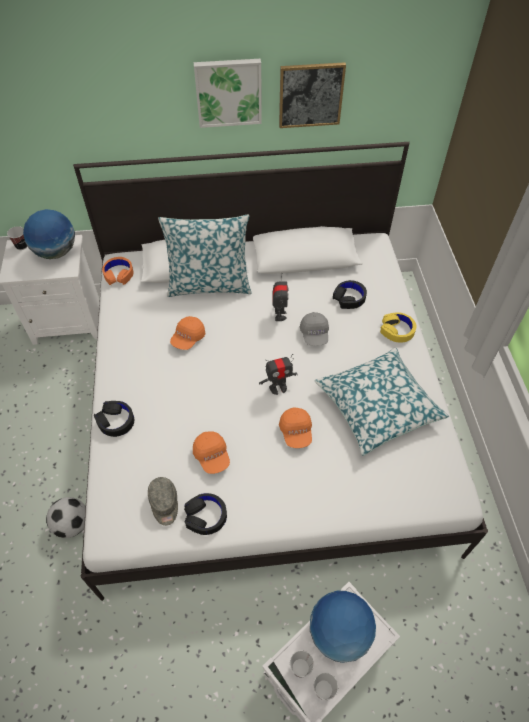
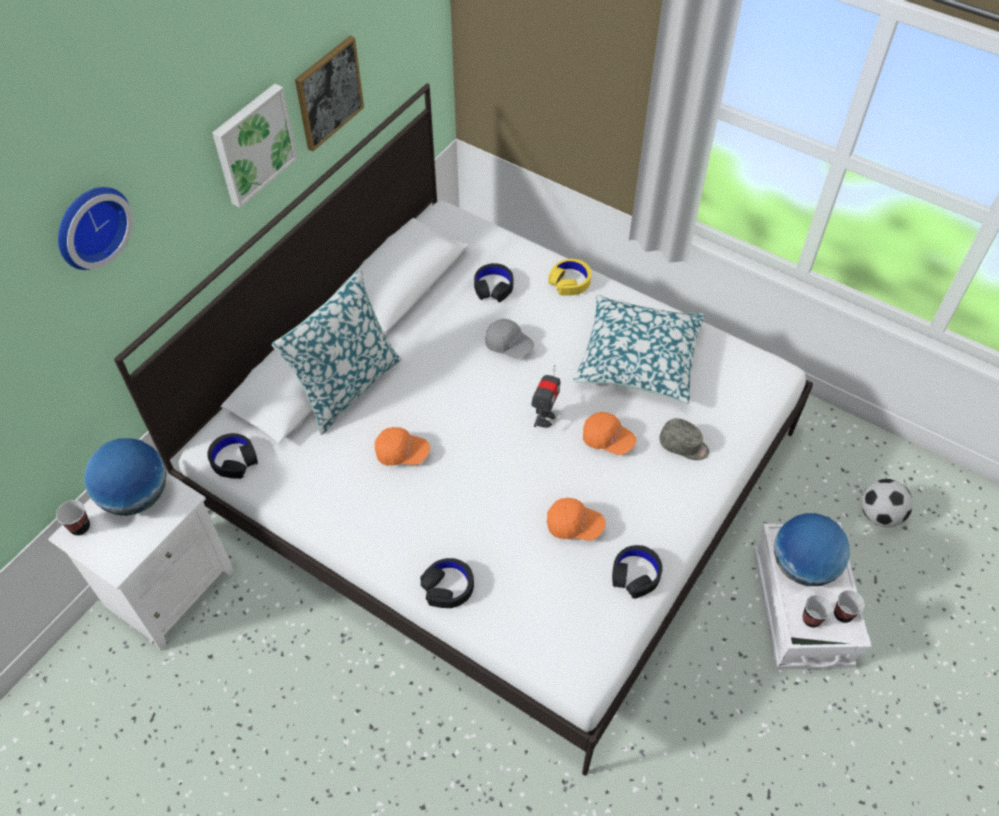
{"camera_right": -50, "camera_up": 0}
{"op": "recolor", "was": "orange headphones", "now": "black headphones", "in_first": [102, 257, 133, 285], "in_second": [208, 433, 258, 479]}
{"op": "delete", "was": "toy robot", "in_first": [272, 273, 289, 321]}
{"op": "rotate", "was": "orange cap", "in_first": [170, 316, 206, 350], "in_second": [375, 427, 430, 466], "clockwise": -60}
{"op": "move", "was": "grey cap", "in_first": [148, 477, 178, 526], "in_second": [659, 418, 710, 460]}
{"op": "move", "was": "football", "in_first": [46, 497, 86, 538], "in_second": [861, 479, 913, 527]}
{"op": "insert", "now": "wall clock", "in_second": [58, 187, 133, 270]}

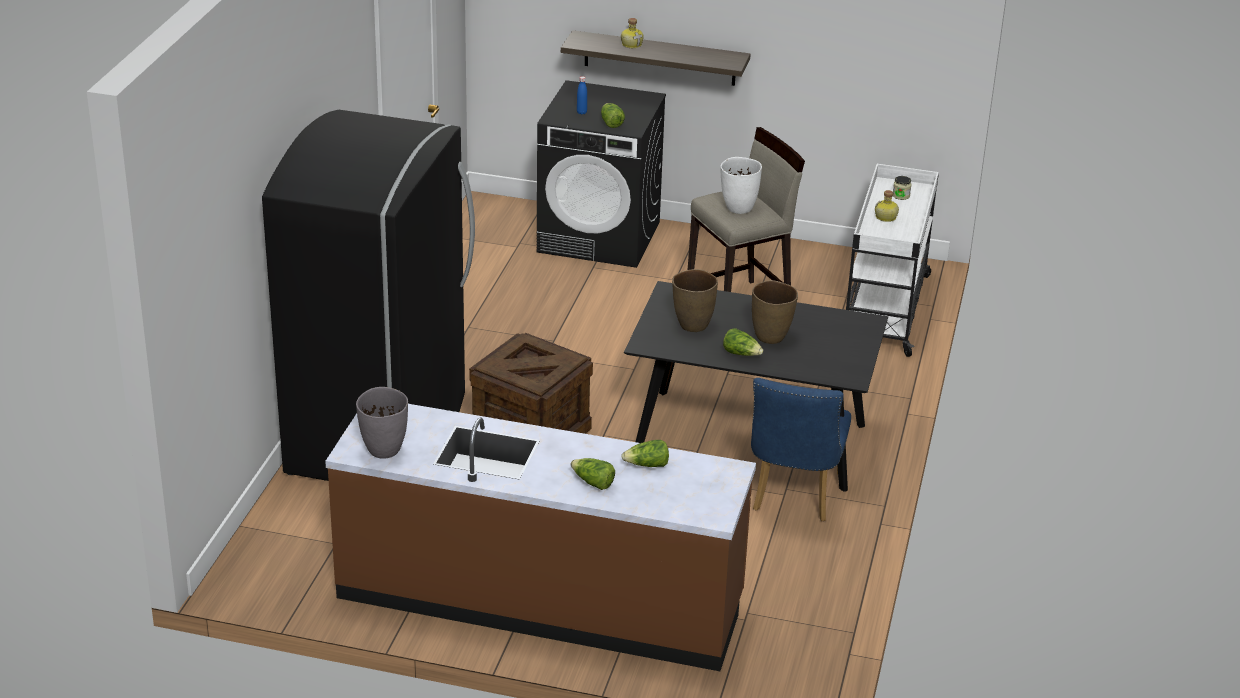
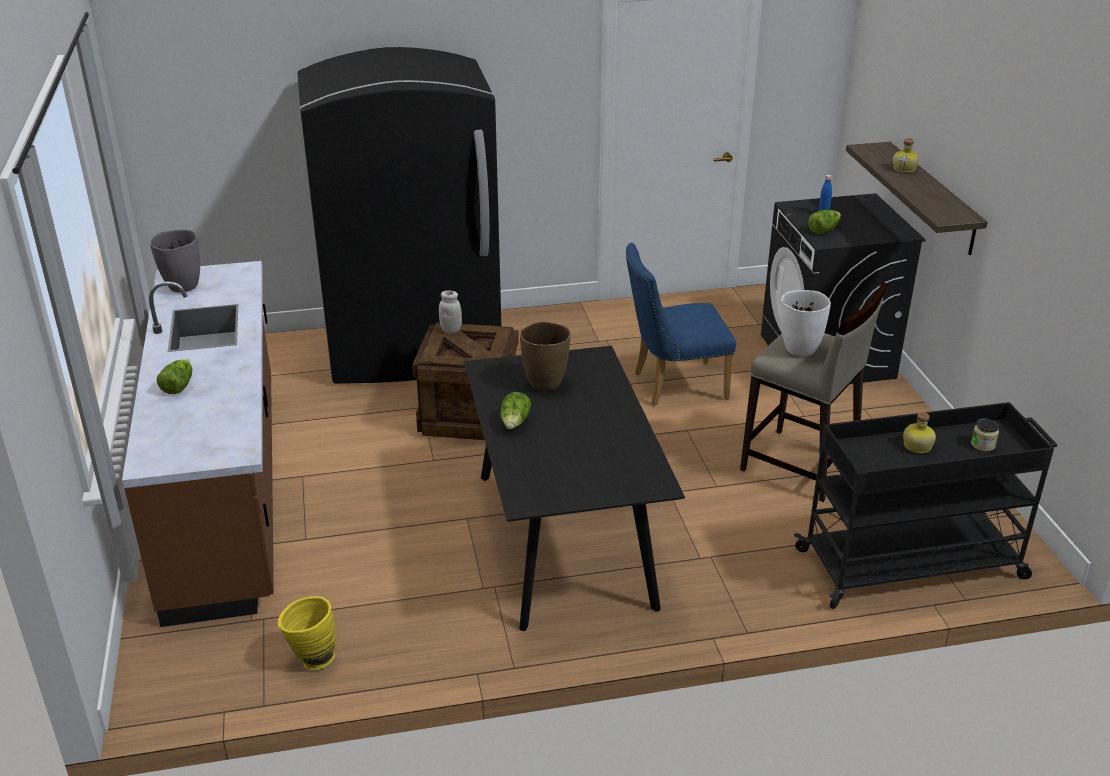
{"camera_right": 65, "camera_up": 0}
{"op": "recolor", "was": "white cart", "now": "black cart", "in_first": [846, 164, 939, 357], "in_second": [794, 402, 1058, 609]}
{"op": "delete", "was": "brown vase", "in_first": [752, 280, 798, 344]}
{"op": "move", "was": "blue chair", "in_first": [751, 378, 851, 521], "in_second": [626, 243, 736, 406]}
{"op": "delete", "was": "lettuce", "in_first": [621, 440, 669, 467]}
{"op": "insert", "now": "white jar", "in_second": [439, 290, 462, 333]}
{"op": "insert", "now": "yellow vase", "in_second": [277, 596, 336, 670]}

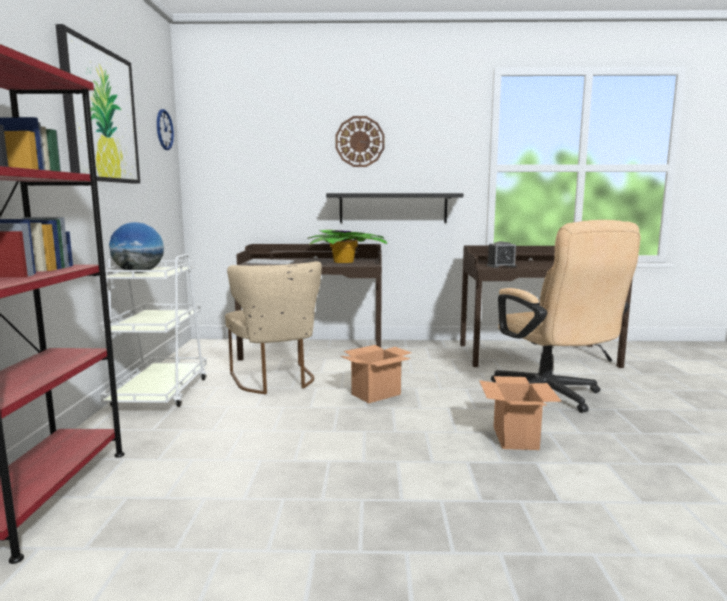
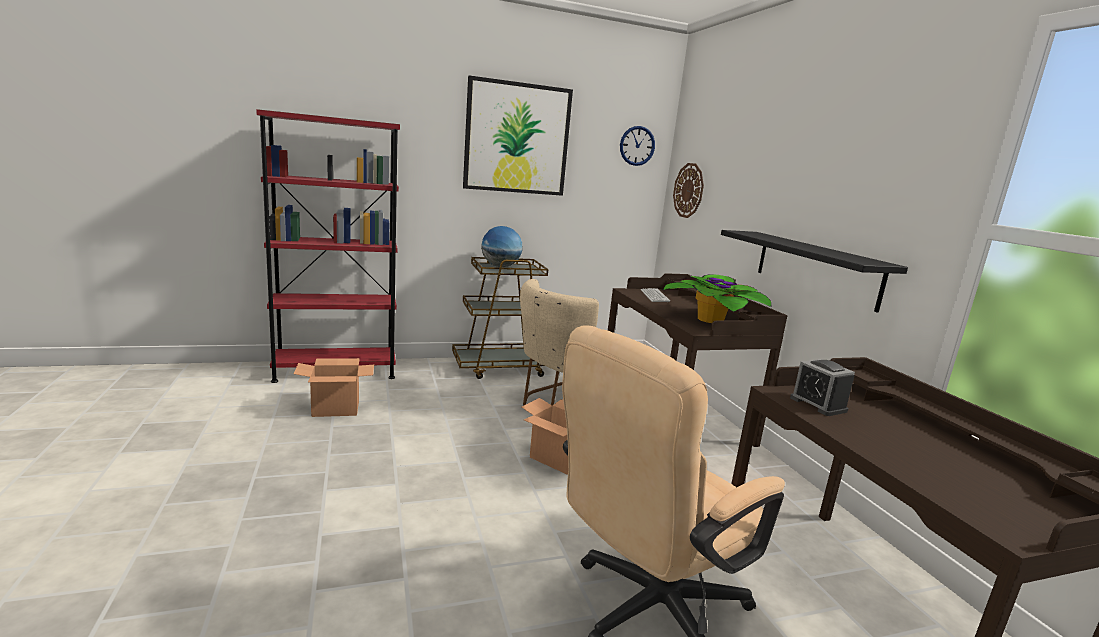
{"camera_right": 70, "camera_up": 5}
{"op": "move", "was": "wall clock", "in_first": [335, 116, 385, 167], "in_second": [673, 163, 704, 218]}
{"op": "recolor", "was": "white cart", "now": "brown cart", "in_first": [99, 254, 207, 407], "in_second": [452, 257, 548, 379]}
{"op": "move", "was": "cardboard box", "in_first": [479, 376, 562, 450], "in_second": [294, 358, 374, 417]}

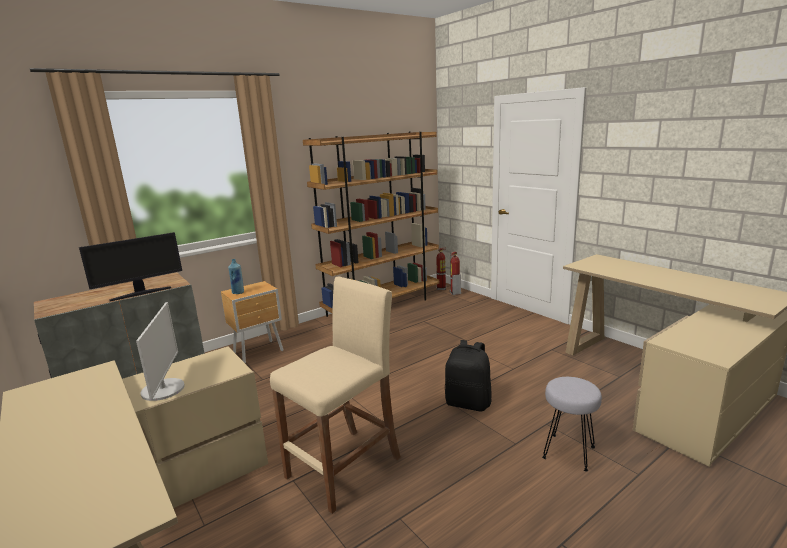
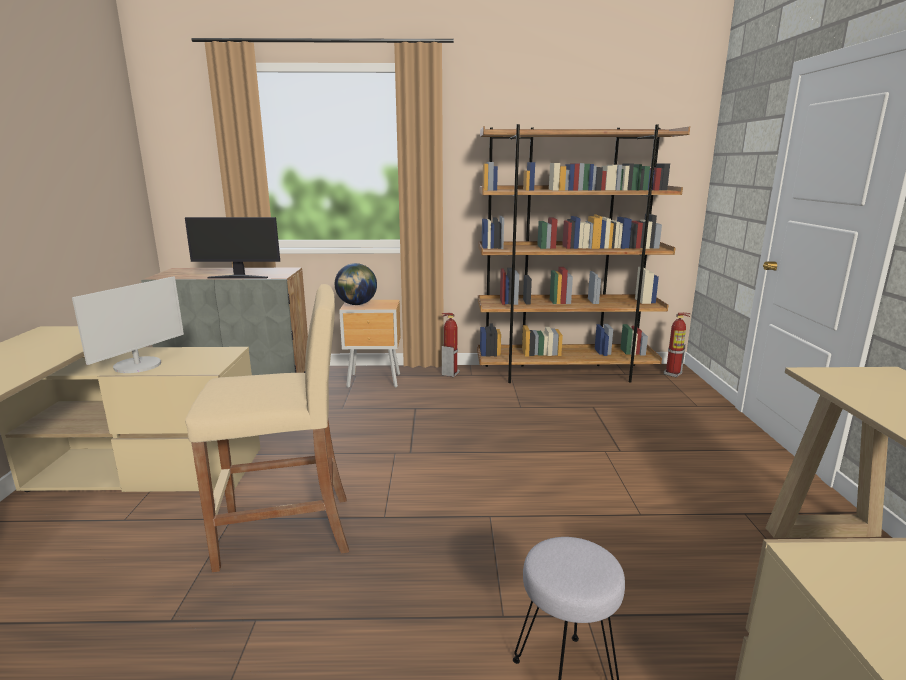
{"camera_right": 35, "camera_up": 0}
{"op": "move", "was": "fire extinguisher", "in_first": [449, 252, 461, 295], "in_second": [441, 313, 460, 377]}
{"op": "replace", "was": "blue bottle", "now": "globe", "in_first": [228, 259, 244, 294], "in_second": [335, 263, 377, 305]}
{"op": "delete", "was": "black backpack", "in_first": [445, 340, 491, 411]}

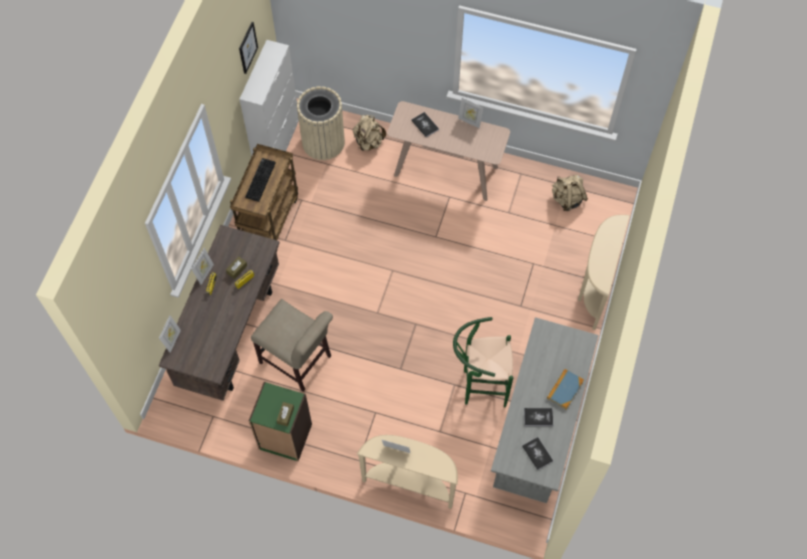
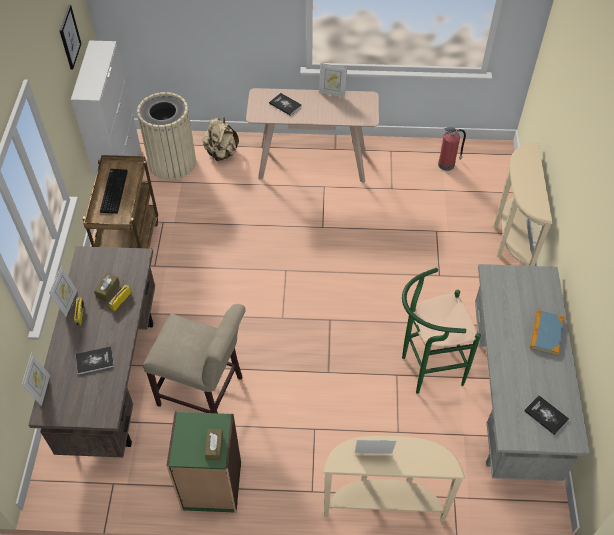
{"camera_right": -15, "camera_up": -10}
{"op": "replace", "was": "beige backpack", "now": "fire extinguisher", "in_first": [552, 175, 588, 211], "in_second": [438, 127, 466, 171]}
{"op": "move", "was": "book", "in_first": [524, 408, 553, 426], "in_second": [76, 347, 114, 375]}

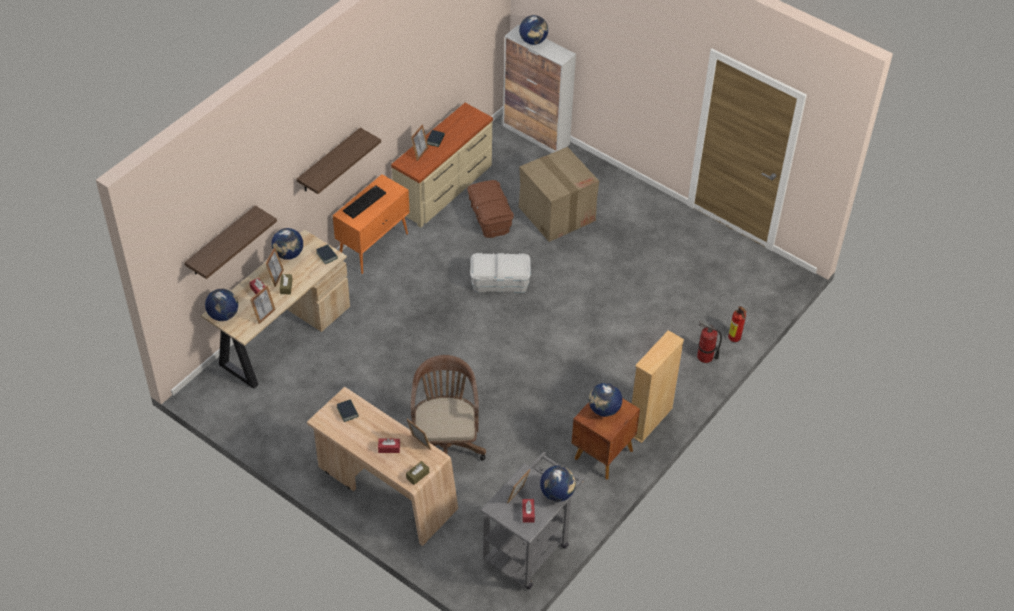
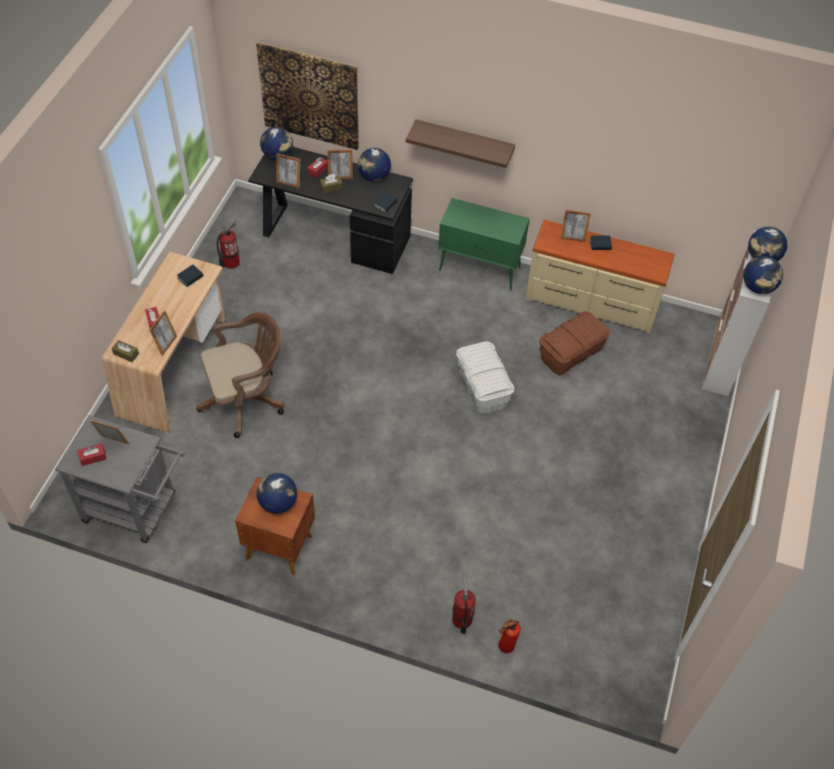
{"camera_right": 70, "camera_up": 5}
{"op": "delete", "was": "cardboard box", "in_first": [519, 147, 599, 242]}
{"op": "recolor", "was": "orange cabinet", "now": "green cabinet", "in_first": [333, 174, 409, 274], "in_second": [438, 198, 530, 291]}
{"op": "delete", "was": "keyboard", "in_first": [343, 185, 386, 219]}
{"op": "replace", "was": "shelf", "now": "picture", "in_first": [184, 205, 277, 279], "in_second": [256, 42, 359, 150]}
{"op": "recolor", "was": "beige desk", "now": "black desk", "in_first": [201, 230, 350, 389], "in_second": [248, 147, 413, 274]}
{"op": "delete", "was": "beige bookcase", "in_first": [632, 330, 684, 443]}
{"op": "move", "was": "globe", "in_first": [540, 466, 576, 502], "in_second": [743, 256, 783, 294]}
{"op": "insert", "now": "fire extinguisher", "in_second": [217, 220, 240, 269]}

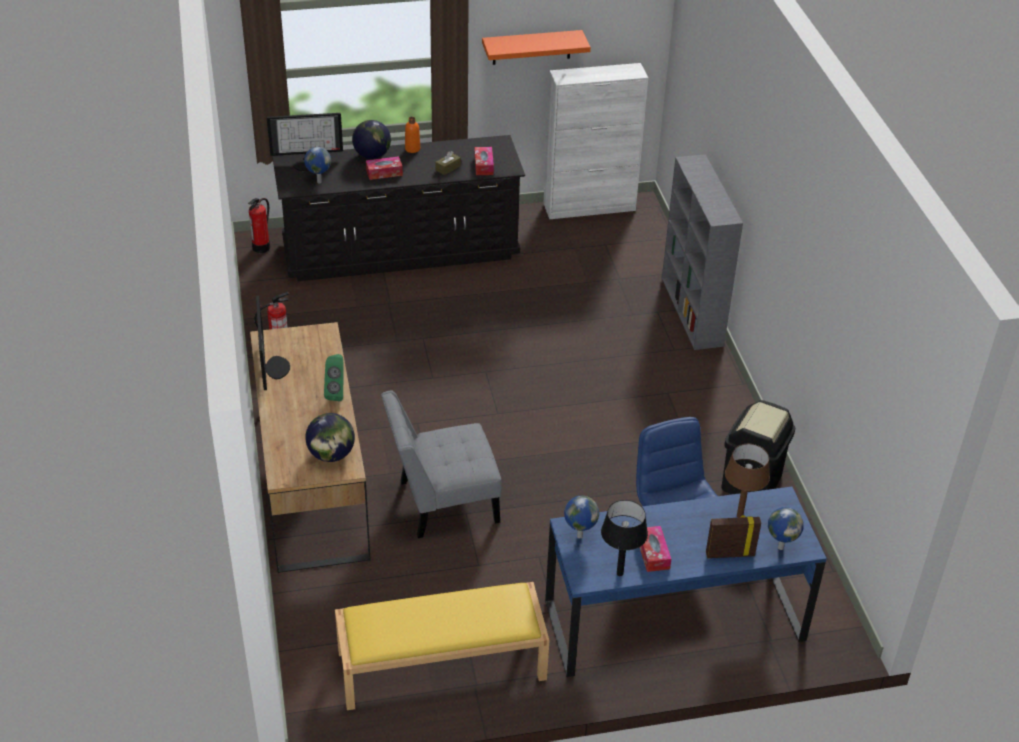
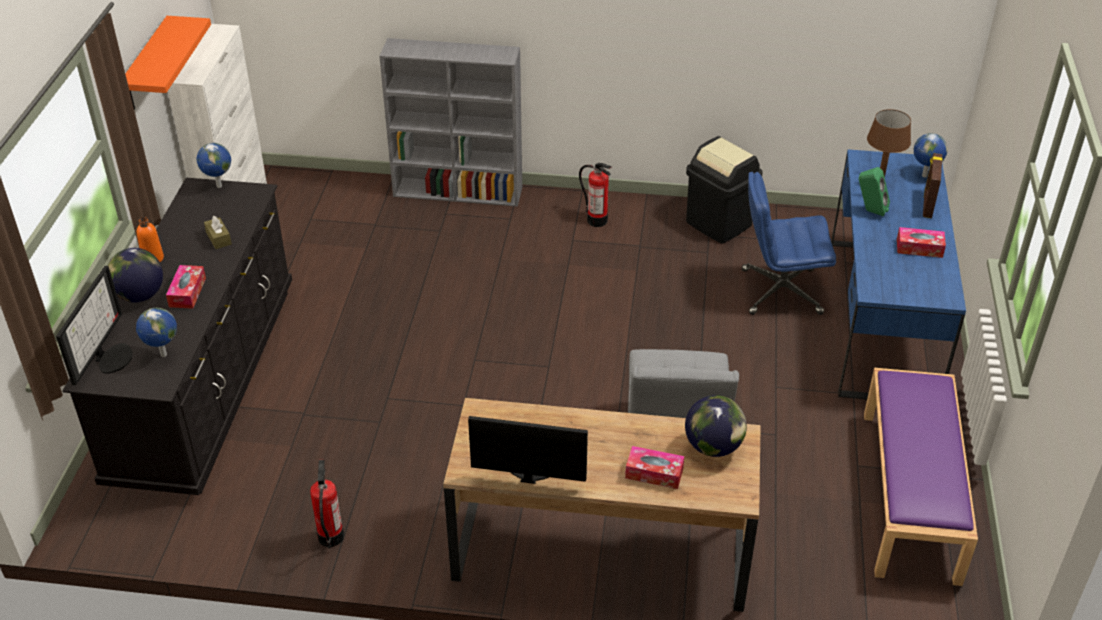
{"camera_right": -70, "camera_up": 0}
{"op": "move", "was": "tissue box", "in_first": [475, 147, 494, 175], "in_second": [625, 446, 684, 489]}
{"op": "move", "was": "fire extinguisher", "in_first": [248, 198, 270, 253], "in_second": [579, 163, 612, 227]}
{"op": "move", "was": "green speaker", "in_first": [324, 354, 343, 401], "in_second": [859, 167, 890, 216]}
{"op": "move", "was": "globe", "in_first": [564, 496, 599, 538], "in_second": [197, 143, 231, 188]}
{"op": "delete", "was": "black table lamp", "in_first": [601, 500, 648, 576]}
{"op": "recolor", "was": "yellow bench", "now": "purple bench", "in_first": [335, 582, 550, 710], "in_second": [864, 368, 978, 586]}

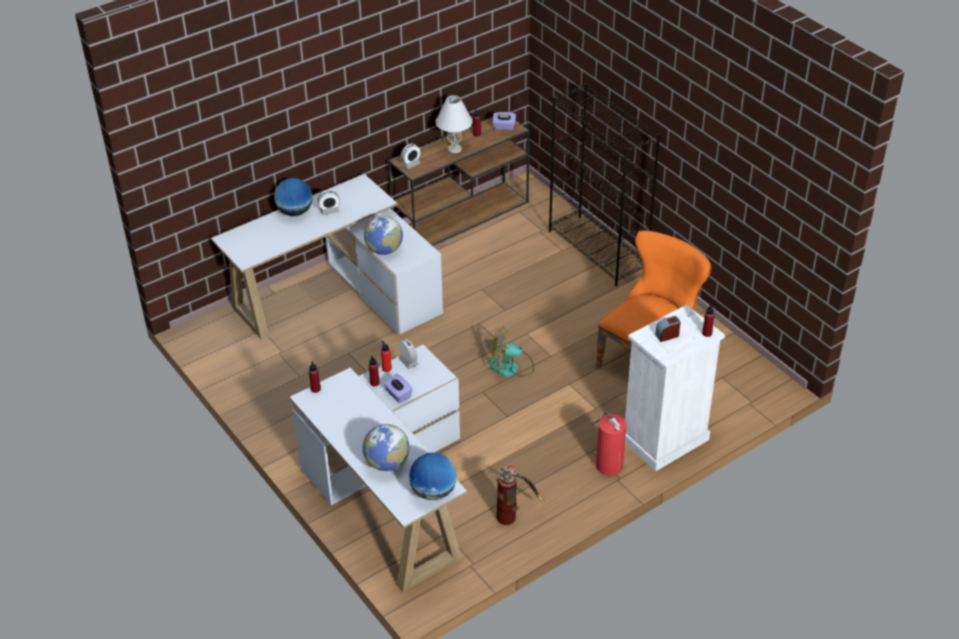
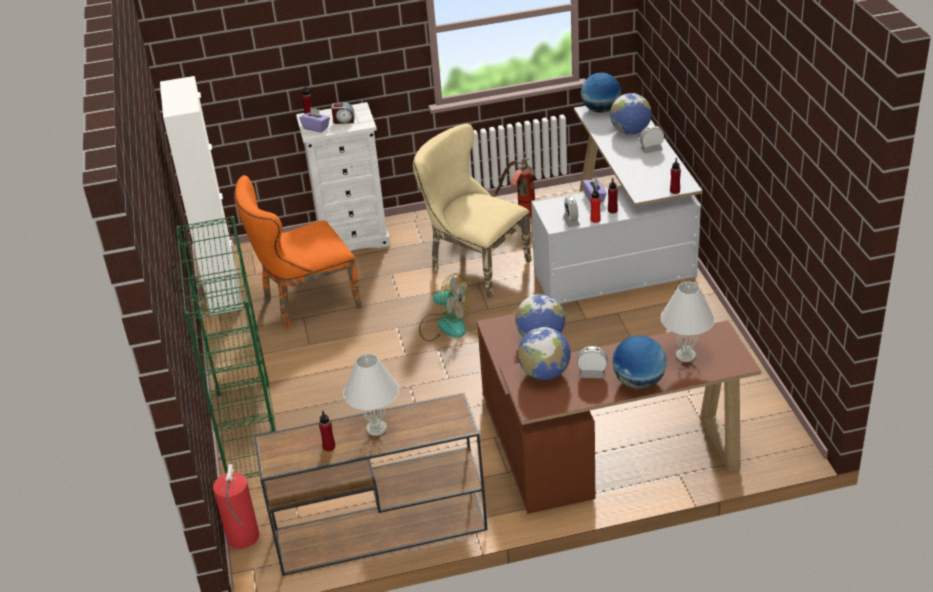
{"camera_right": -155, "camera_up": -5}
{"op": "recolor", "was": "black bookcase", "now": "green bookcase", "in_first": [549, 83, 660, 286], "in_second": [176, 216, 277, 478]}
{"op": "move", "was": "purple tissue box", "in_first": [493, 112, 516, 130], "in_second": [299, 108, 330, 132]}
{"op": "move", "was": "alarm clock", "in_first": [401, 144, 421, 169], "in_second": [639, 125, 664, 154]}
{"op": "recolor", "was": "white desk", "now": "brown desk", "in_first": [211, 174, 443, 340], "in_second": [477, 313, 761, 514]}
{"op": "move", "was": "fire extinguisher", "in_first": [591, 412, 626, 476], "in_second": [213, 464, 259, 549]}
{"op": "insert", "now": "white cabinet", "in_second": [160, 76, 243, 315]}
{"op": "insert", "now": "beige chair", "in_second": [413, 124, 532, 298]}
{"op": "insert", "now": "white table lamp", "in_second": [661, 281, 715, 362]}
{"op": "insert", "now": "globe", "in_second": [518, 327, 571, 380]}

